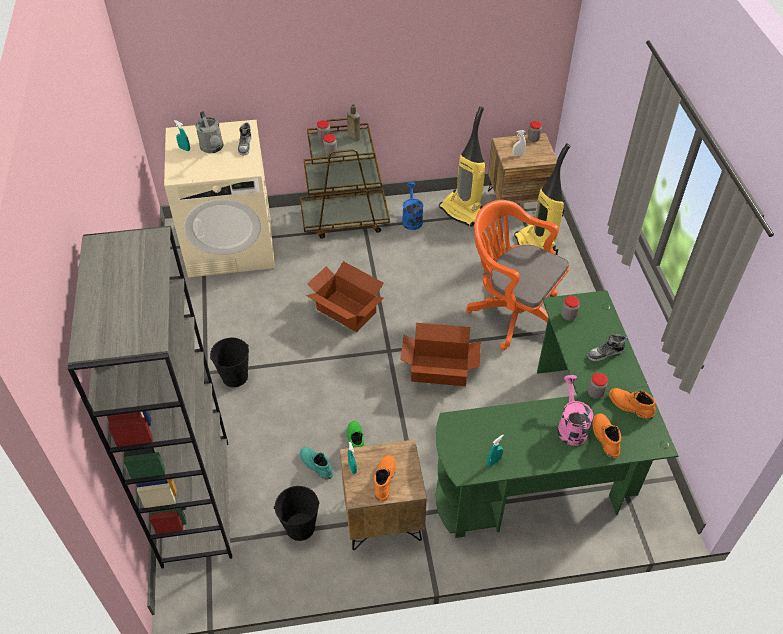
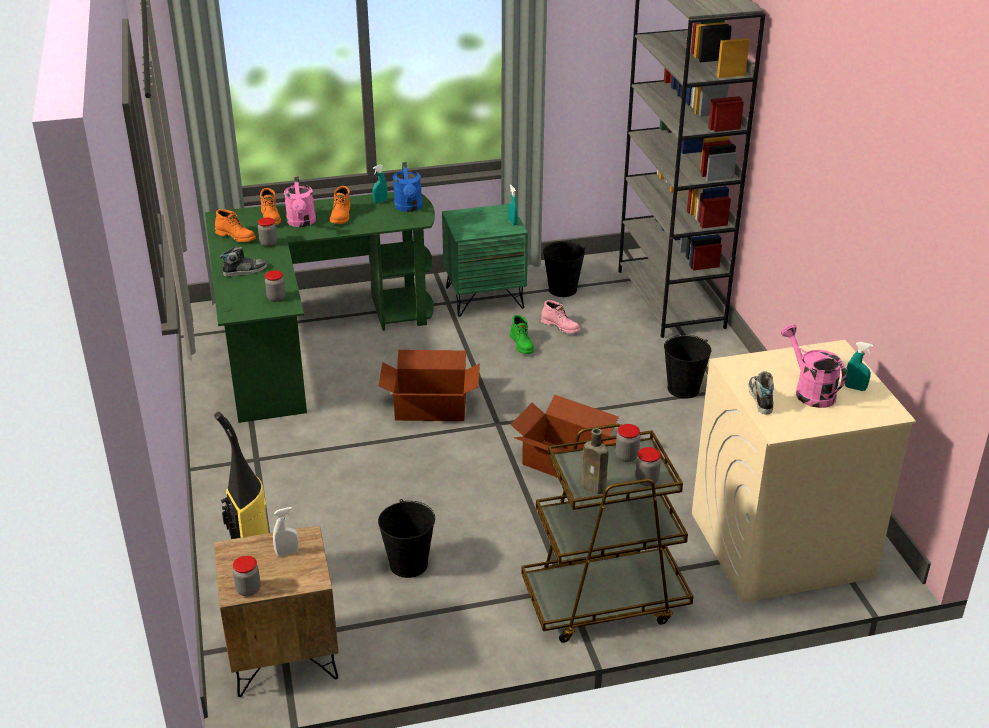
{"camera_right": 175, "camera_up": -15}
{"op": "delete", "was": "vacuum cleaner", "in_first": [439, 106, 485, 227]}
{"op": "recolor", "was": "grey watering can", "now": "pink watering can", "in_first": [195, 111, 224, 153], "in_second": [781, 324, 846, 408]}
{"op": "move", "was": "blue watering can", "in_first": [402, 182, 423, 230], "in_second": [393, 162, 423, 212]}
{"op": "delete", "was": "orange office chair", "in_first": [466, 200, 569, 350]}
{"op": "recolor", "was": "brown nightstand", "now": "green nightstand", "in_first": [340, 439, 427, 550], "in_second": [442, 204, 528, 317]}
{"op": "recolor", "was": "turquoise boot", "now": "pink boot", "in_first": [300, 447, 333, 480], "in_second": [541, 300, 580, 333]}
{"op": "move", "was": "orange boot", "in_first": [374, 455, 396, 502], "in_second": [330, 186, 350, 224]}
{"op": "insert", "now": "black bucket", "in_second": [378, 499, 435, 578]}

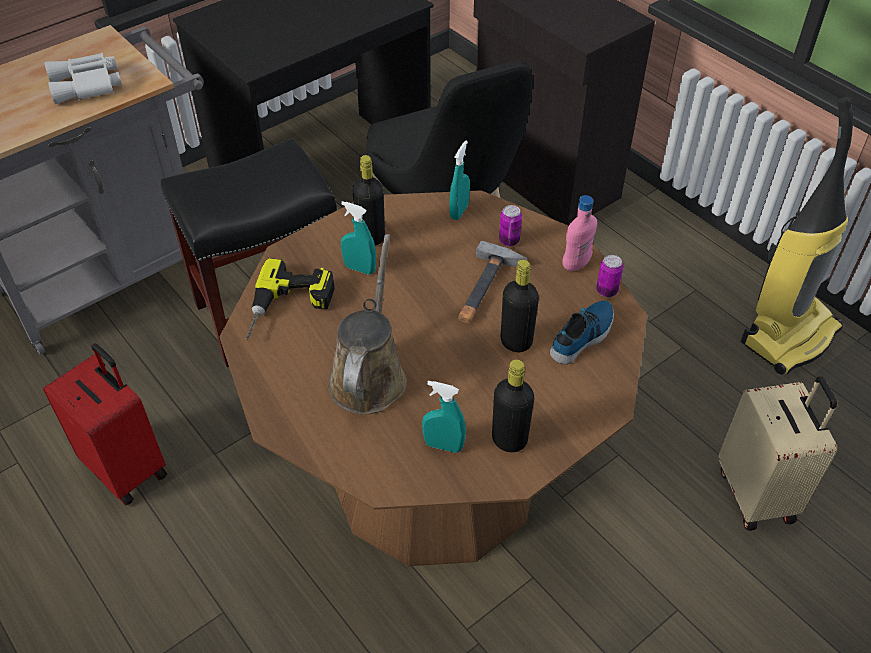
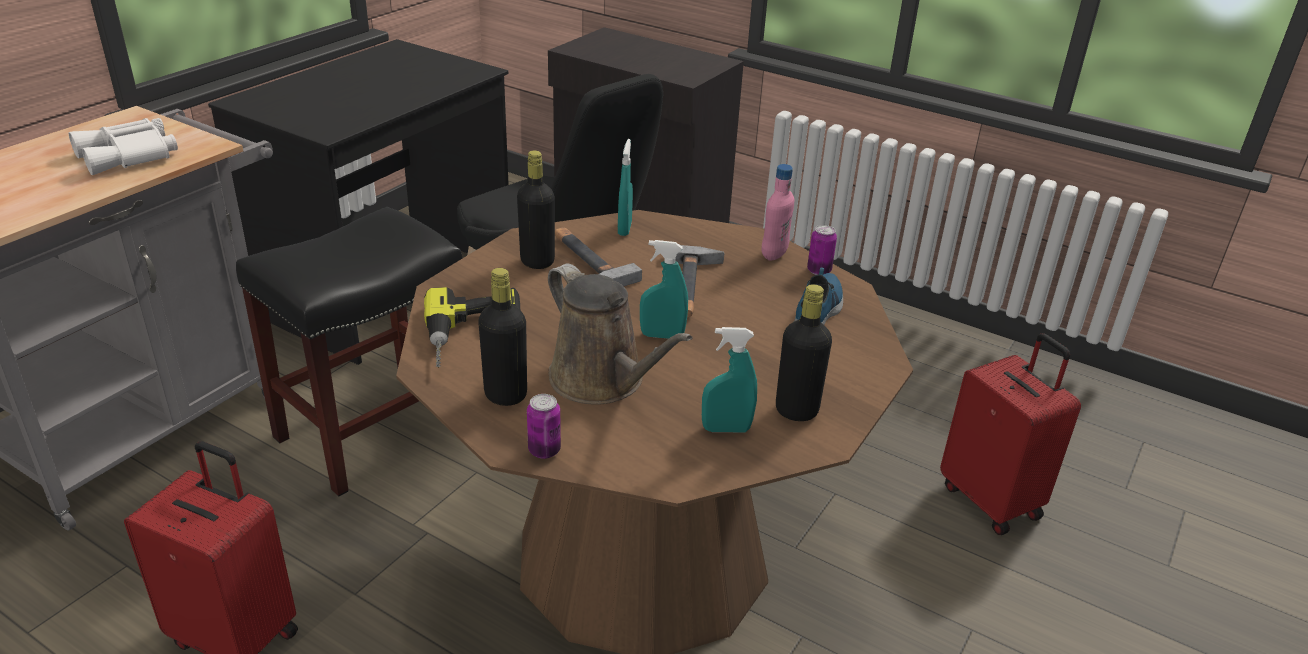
{"camera_right": -20, "camera_up": -15}
{"op": "delete", "was": "vacuum cleaner", "in_first": [741, 97, 853, 375]}
{"op": "move", "was": "turquoise spray bottle", "in_first": [341, 201, 376, 275], "in_second": [640, 240, 688, 339]}
{"op": "move", "was": "can", "in_first": [499, 205, 522, 246], "in_second": [527, 394, 561, 459]}
{"op": "rotate", "was": "brown watering can", "in_first": [328, 234, 407, 414], "in_second": [548, 263, 693, 405], "clockwise": 150}
{"op": "move", "was": "black bottle", "in_first": [501, 260, 539, 352], "in_second": [478, 268, 527, 406]}
{"op": "recolor", "was": "beige suitcase", "now": "red suitcase", "in_first": [719, 376, 837, 531], "in_second": [940, 333, 1081, 535]}
{"op": "insert", "now": "hammer", "in_second": [555, 227, 642, 286]}

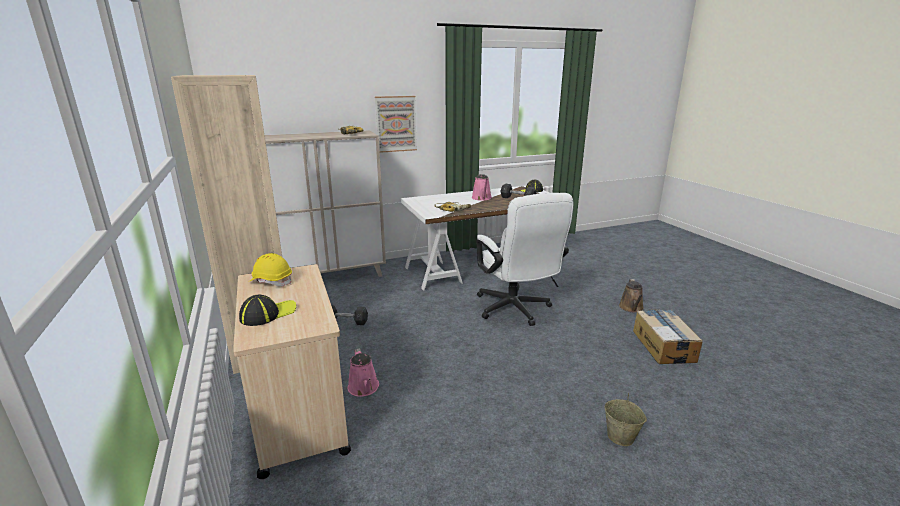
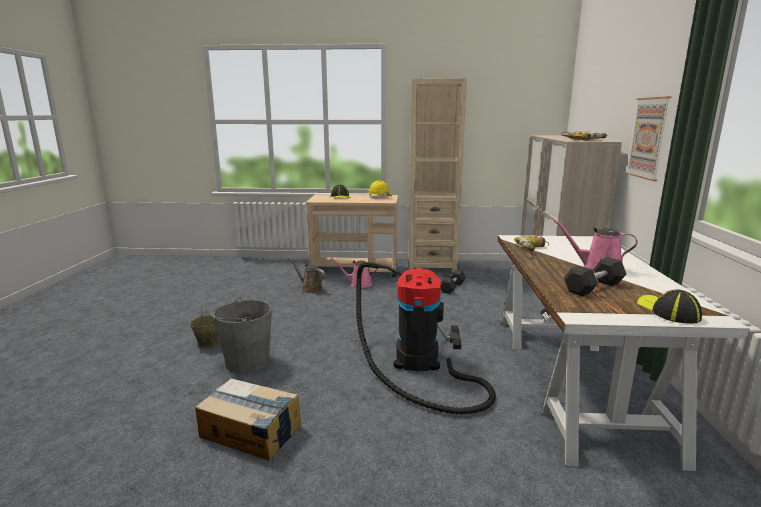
{"camera_right": 115, "camera_up": -5}
{"op": "replace", "was": "white office chair", "now": "vacuum cleaner", "in_first": [476, 193, 573, 326], "in_second": [356, 262, 496, 415]}
{"op": "move", "was": "brown watering can", "in_first": [619, 279, 644, 313], "in_second": [289, 258, 325, 293]}
{"op": "insert", "now": "grey bucket", "in_second": [211, 298, 272, 373]}

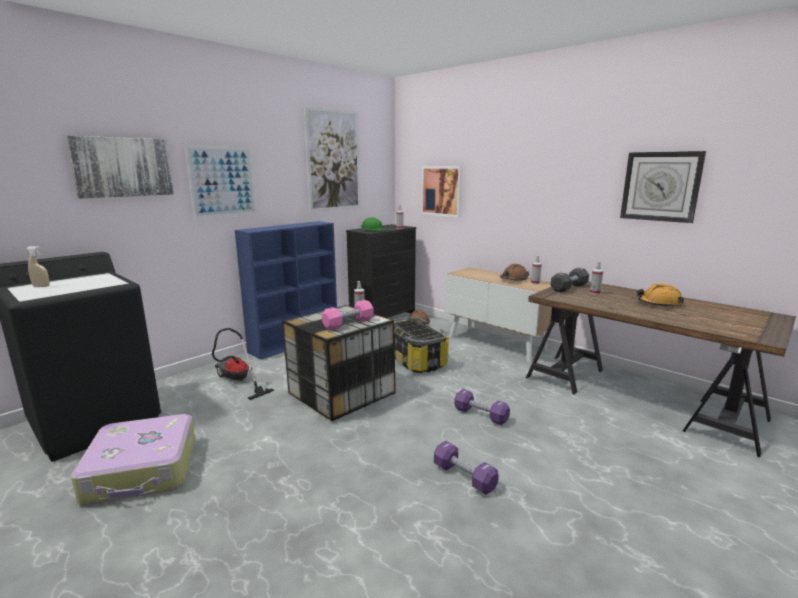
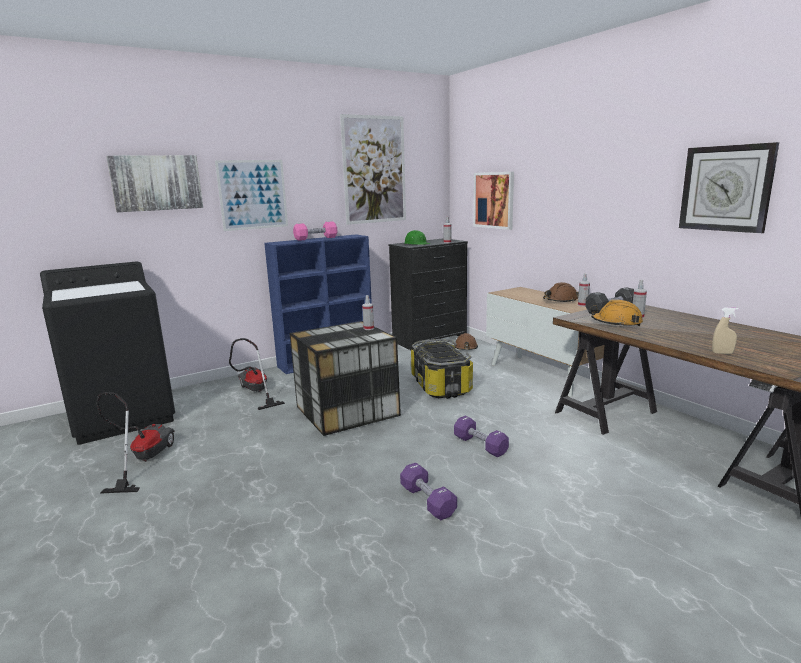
{"camera_right": 15, "camera_up": 0}
{"op": "move", "was": "beige spray bottle", "in_first": [26, 246, 50, 287], "in_second": [712, 308, 739, 354]}
{"op": "move", "was": "orange hard hat", "in_first": [636, 283, 684, 308], "in_second": [591, 300, 643, 327]}
{"op": "move", "was": "pink dumbbell", "in_first": [322, 300, 374, 330], "in_second": [293, 221, 338, 241]}
{"op": "replace", "was": "suitcase", "now": "vacuum cleaner", "in_first": [71, 414, 195, 505], "in_second": [96, 392, 175, 494]}

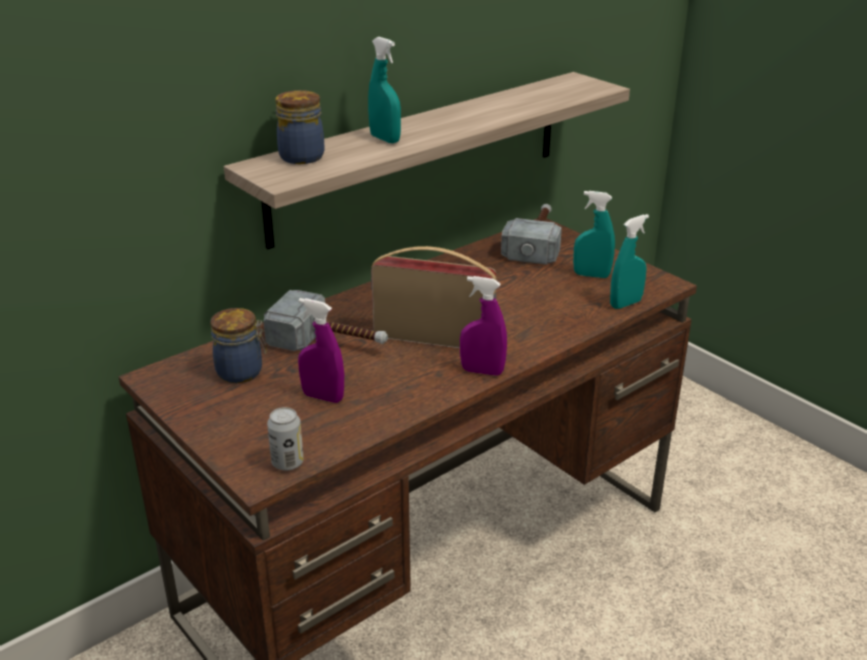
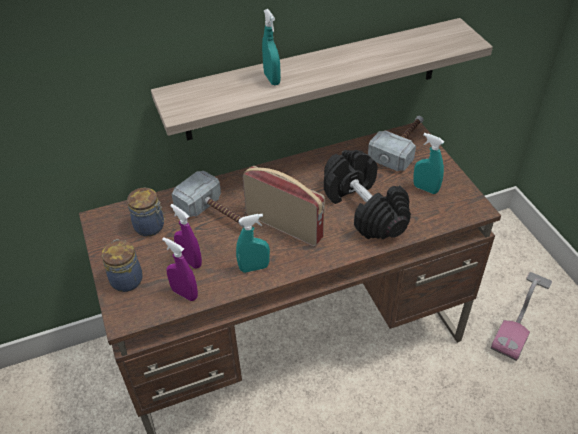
{"camera_right": 20, "camera_up": 15}
{"op": "move", "was": "jar", "in_first": [276, 90, 324, 164], "in_second": [102, 239, 143, 292]}
{"op": "move", "was": "turquoise spray bottle", "in_first": [610, 214, 649, 309], "in_second": [236, 214, 270, 273]}
{"op": "move", "was": "purple spray bottle", "in_first": [460, 276, 507, 376], "in_second": [162, 237, 198, 301]}
{"op": "delete", "was": "can", "in_first": [267, 407, 304, 471]}
{"op": "insert", "now": "black dumbbell", "in_second": [324, 150, 411, 239]}
{"op": "insert", "now": "vacuum cleaner", "in_second": [491, 272, 552, 361]}

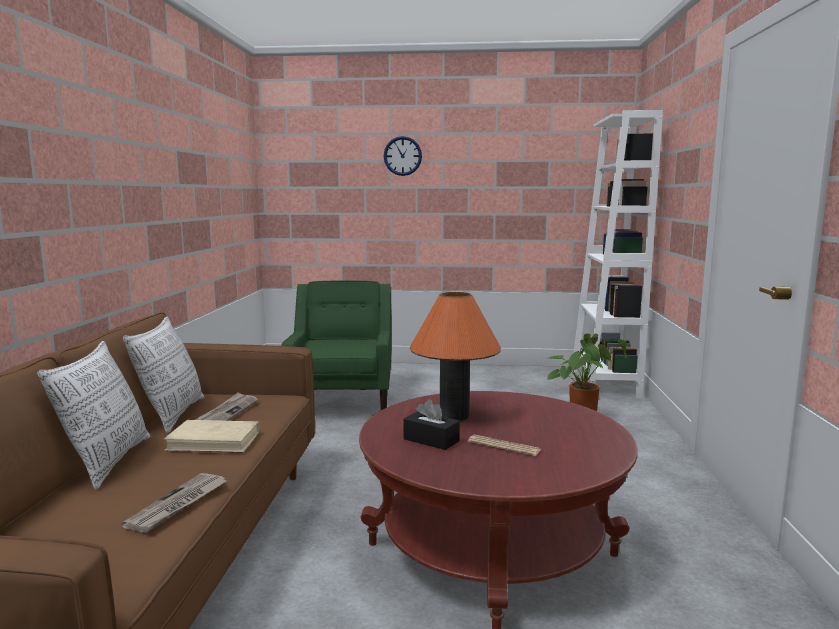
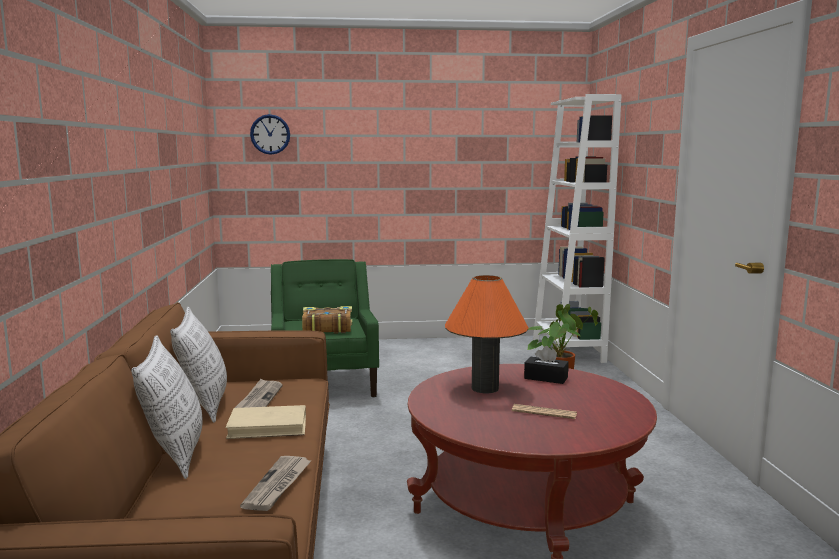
{"camera_right": -10, "camera_up": 0}
{"op": "move", "was": "wall clock", "in_first": [384, 136, 422, 176], "in_second": [250, 114, 290, 155]}
{"op": "move", "was": "black tissue box", "in_first": [404, 399, 460, 450], "in_second": [524, 346, 569, 384]}
{"op": "insert", "now": "book", "in_second": [302, 306, 352, 333]}

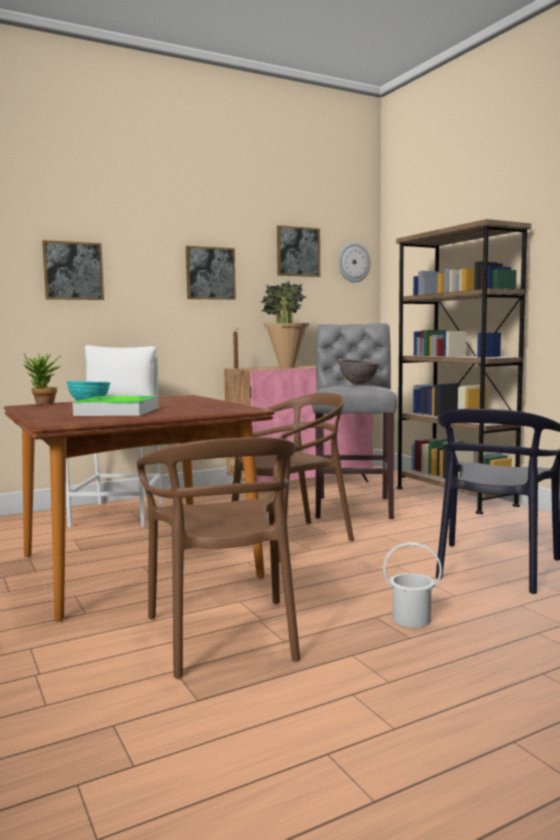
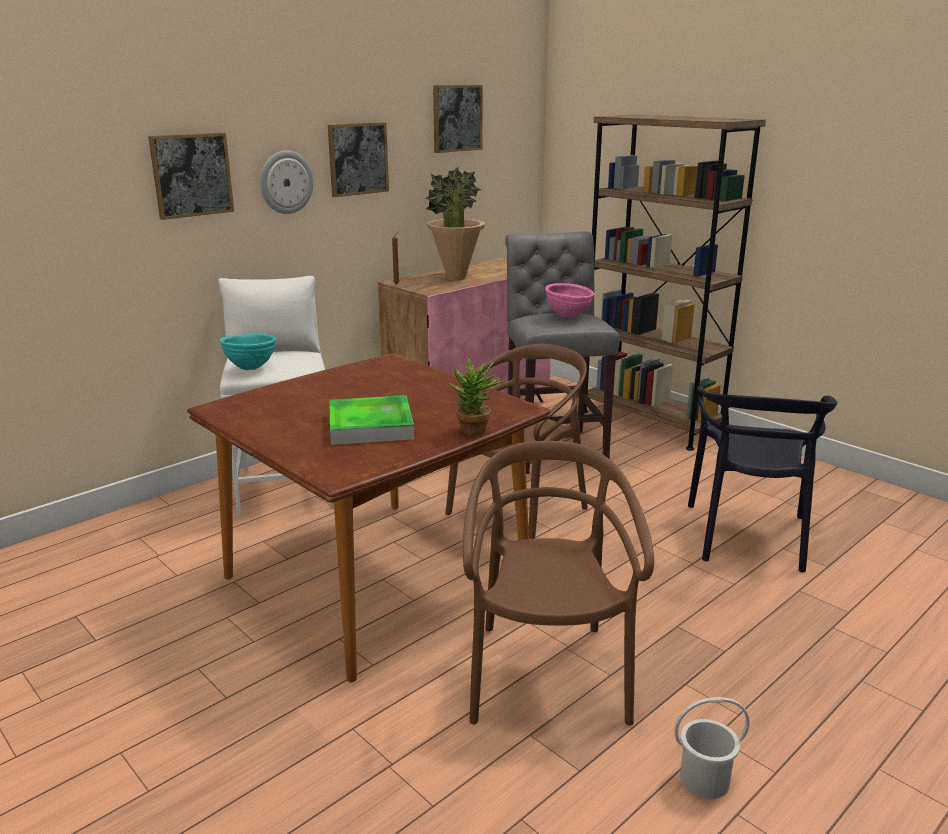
{"camera_right": -15, "camera_up": 15}
{"op": "move", "was": "wall clock", "in_first": [338, 243, 370, 283], "in_second": [260, 151, 314, 214]}
{"op": "move", "was": "potted plant", "in_first": [23, 354, 61, 405], "in_second": [448, 358, 503, 436]}
{"op": "recolor", "was": "brown bowl", "now": "pink bowl", "in_first": [338, 359, 379, 385], "in_second": [545, 283, 594, 318]}
{"op": "rotate", "was": "brown chair", "in_first": [137, 437, 300, 679], "in_second": [463, 441, 654, 726], "clockwise": -150}
{"op": "move", "was": "white bucket", "in_first": [383, 542, 442, 628], "in_second": [674, 697, 750, 799]}

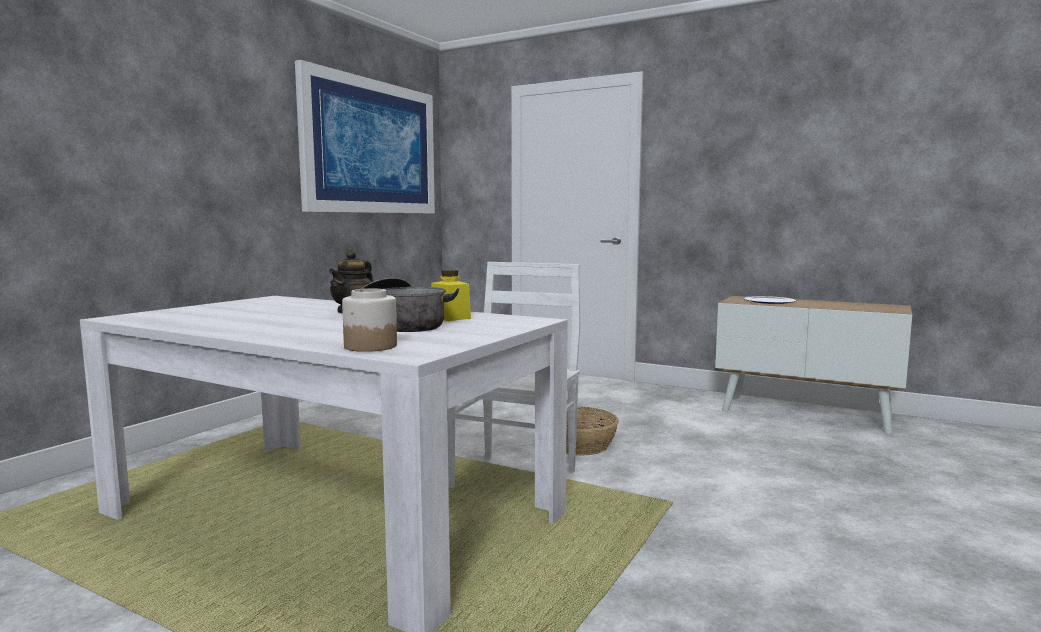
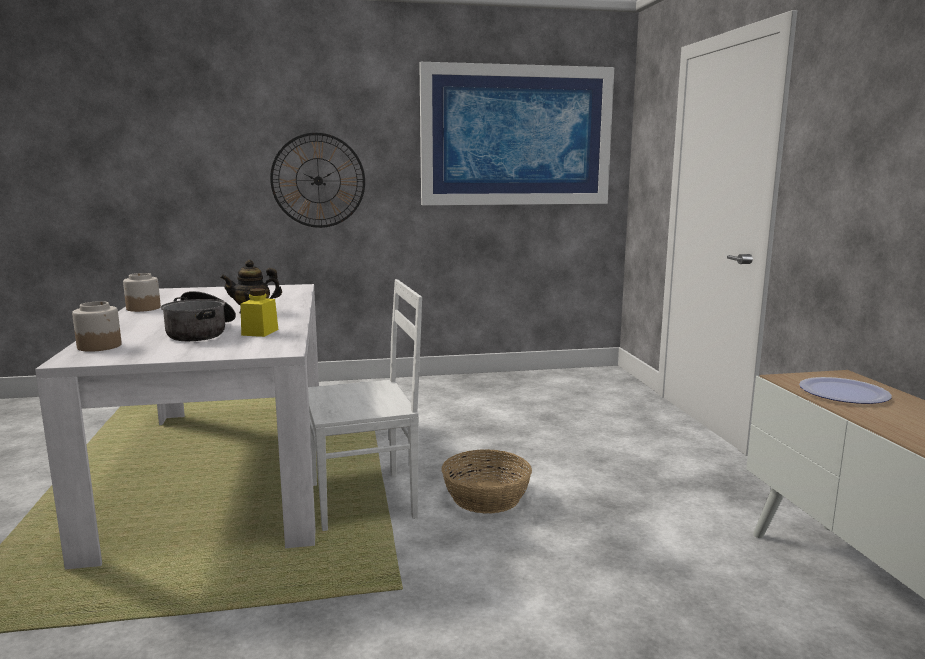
{"camera_right": 50, "camera_up": 5}
{"op": "insert", "now": "wall clock", "in_second": [270, 133, 365, 228]}
{"op": "insert", "now": "jar", "in_second": [123, 273, 161, 312]}

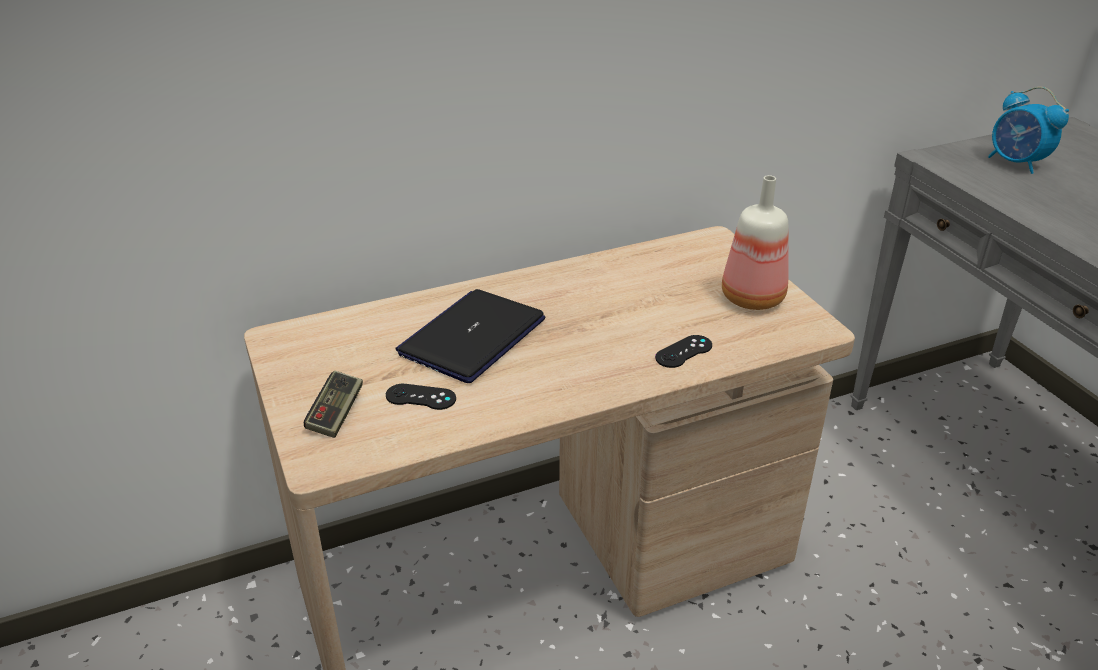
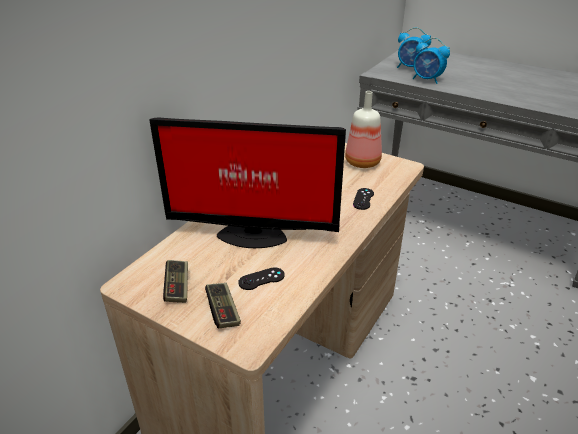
{"camera_right": -35, "camera_up": 0}
{"op": "replace", "was": "laptop", "now": "monitor", "in_first": [396, 289, 545, 383], "in_second": [149, 117, 346, 248]}
{"op": "insert", "now": "alarm clock", "in_second": [413, 38, 450, 84]}
{"op": "insert", "now": "game controller", "in_second": [163, 260, 188, 303]}

